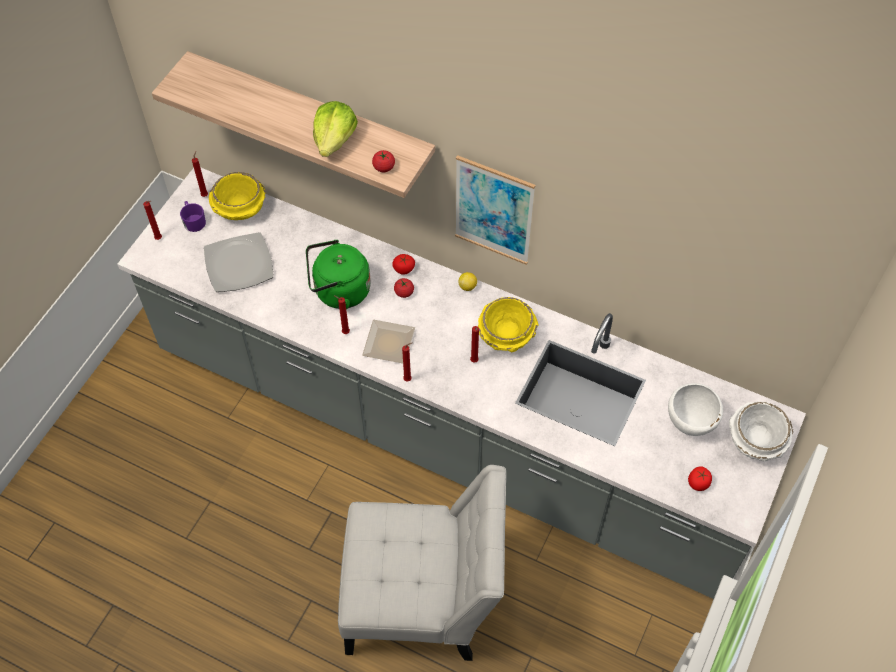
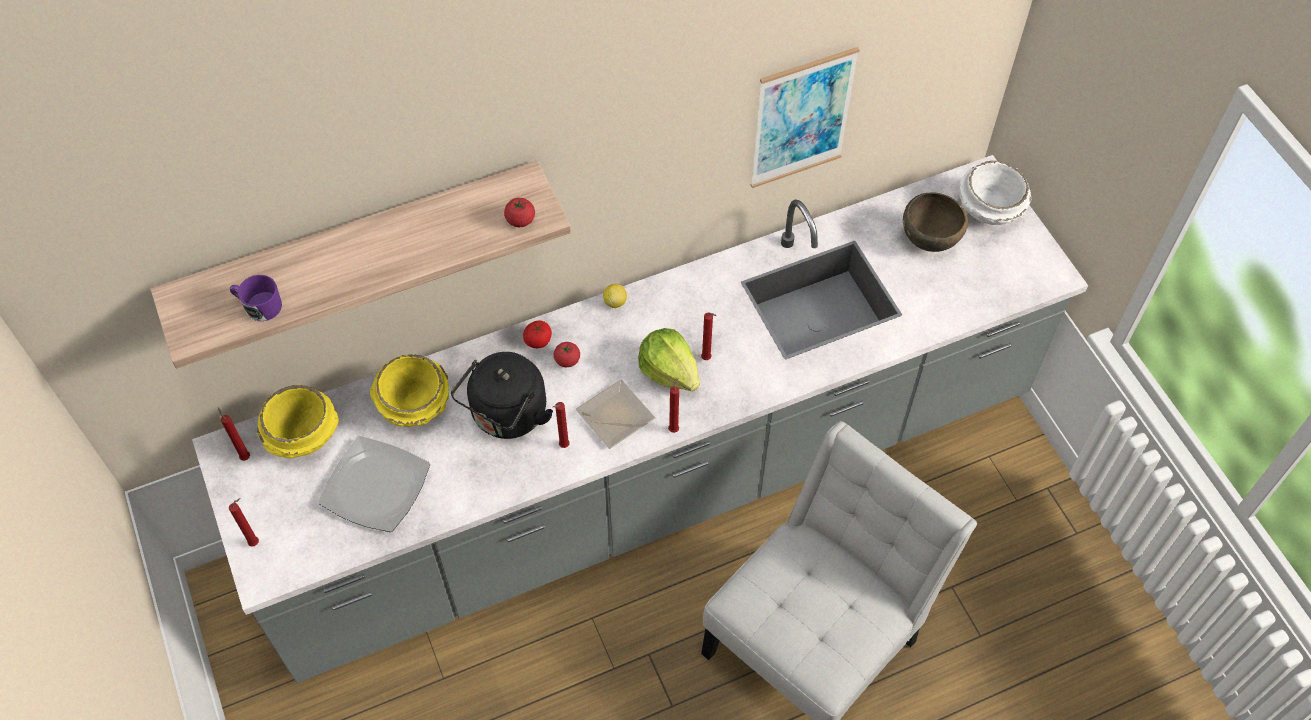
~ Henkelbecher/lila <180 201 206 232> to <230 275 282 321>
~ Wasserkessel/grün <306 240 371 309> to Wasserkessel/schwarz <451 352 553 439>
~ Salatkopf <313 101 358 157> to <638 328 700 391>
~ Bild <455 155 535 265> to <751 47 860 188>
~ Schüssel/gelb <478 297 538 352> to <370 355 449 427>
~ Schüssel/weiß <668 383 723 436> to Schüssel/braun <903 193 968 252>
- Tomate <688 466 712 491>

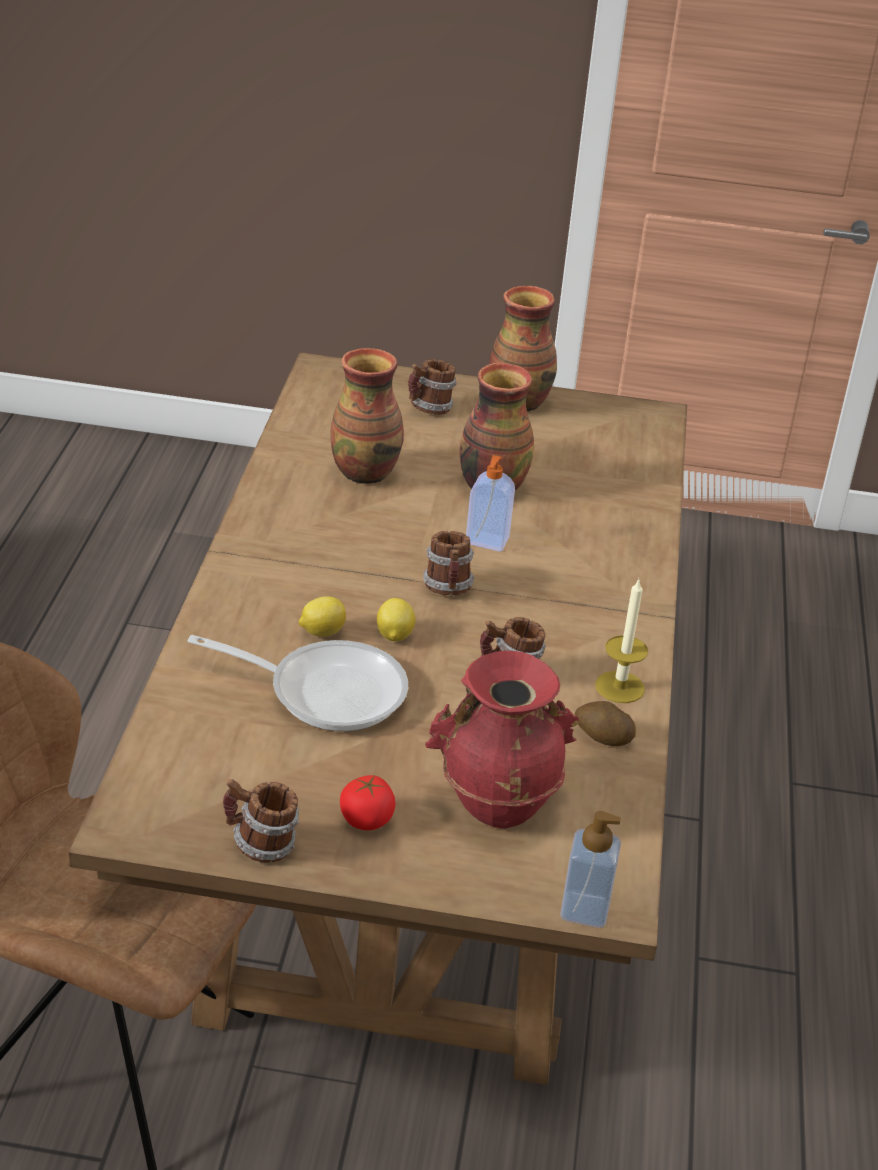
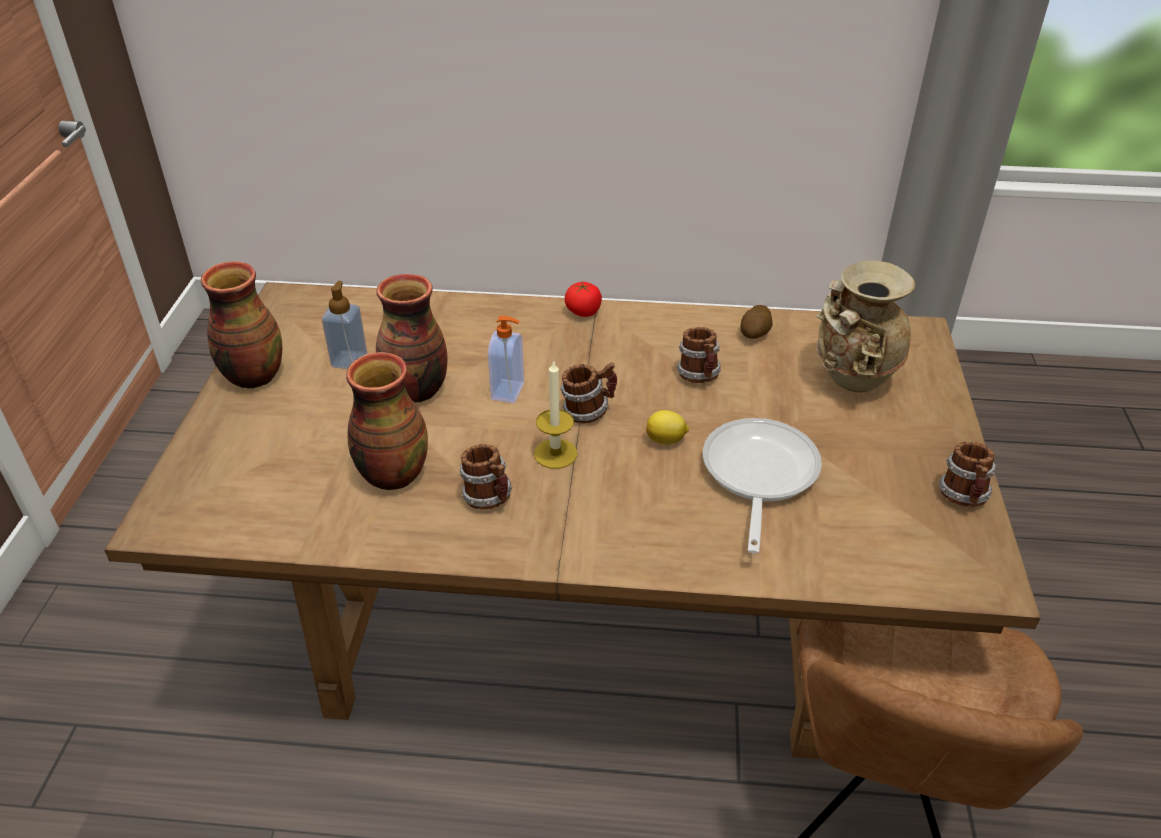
- Zitrone <299 596 346 636>
~ Tomate <340 775 396 830> to <565 282 602 317>
~ Henkelbecher <408 359 457 415> to <459 444 512 510>
~ Vase/rot <425 651 579 829> to Vase/beige <816 260 915 393>
~ Seifenspender <560 811 621 928> to <322 281 368 369>
~ Kerze <595 579 648 703> to <534 360 577 469>

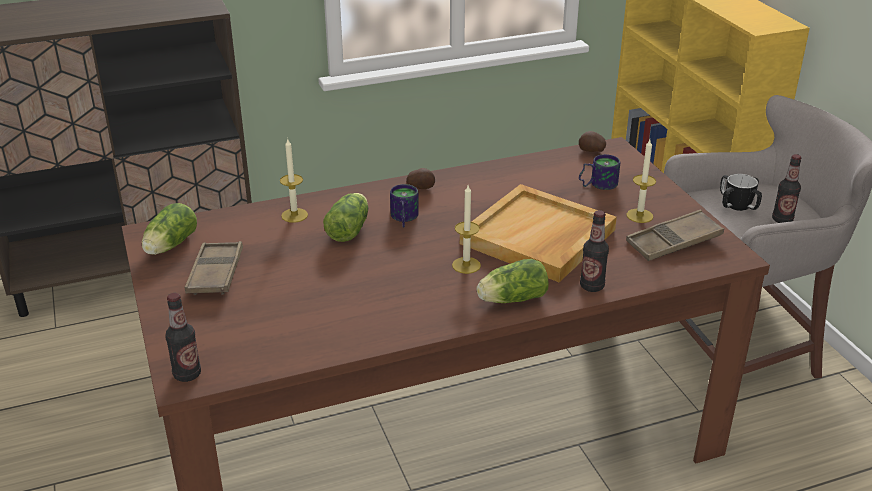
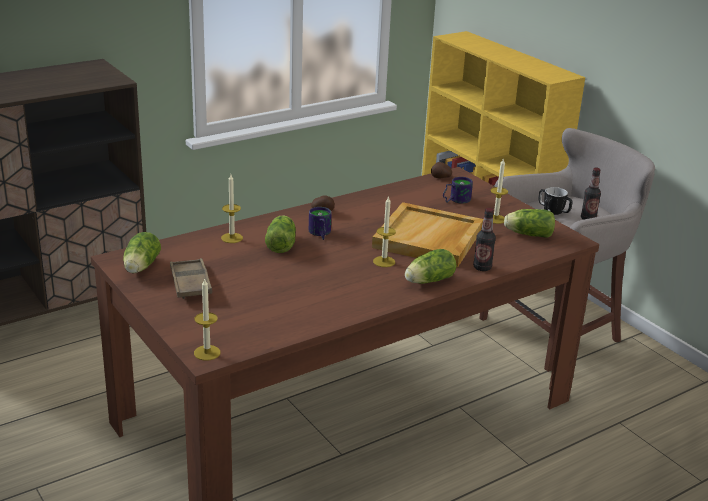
~ Flasche <165 293 201 382> to Kerze <194 279 220 361>
~ Tablett/braun <626 210 724 261> to Salatkopf <504 209 555 238>

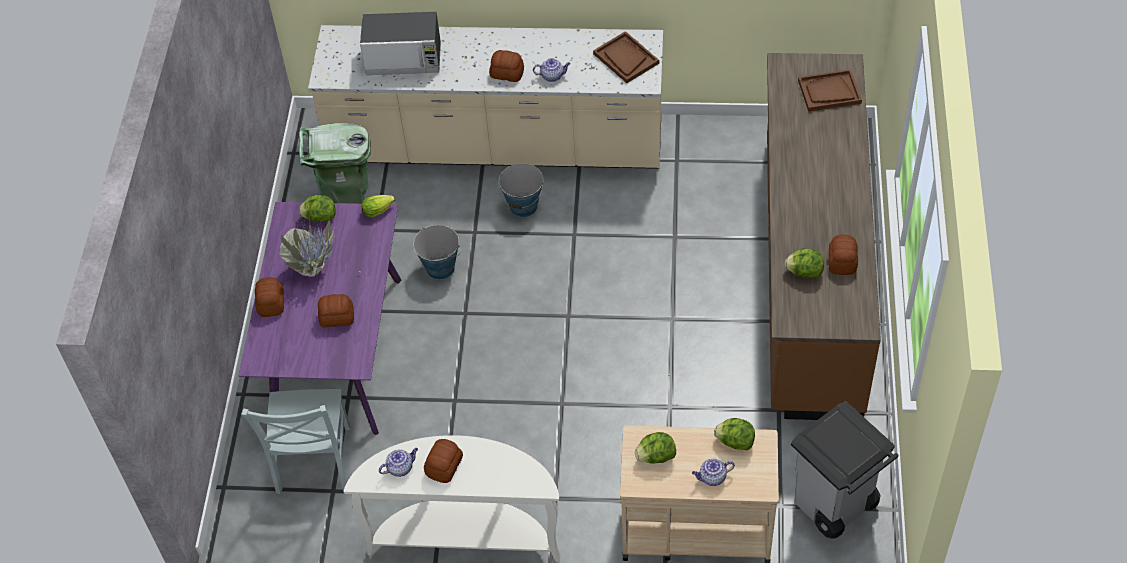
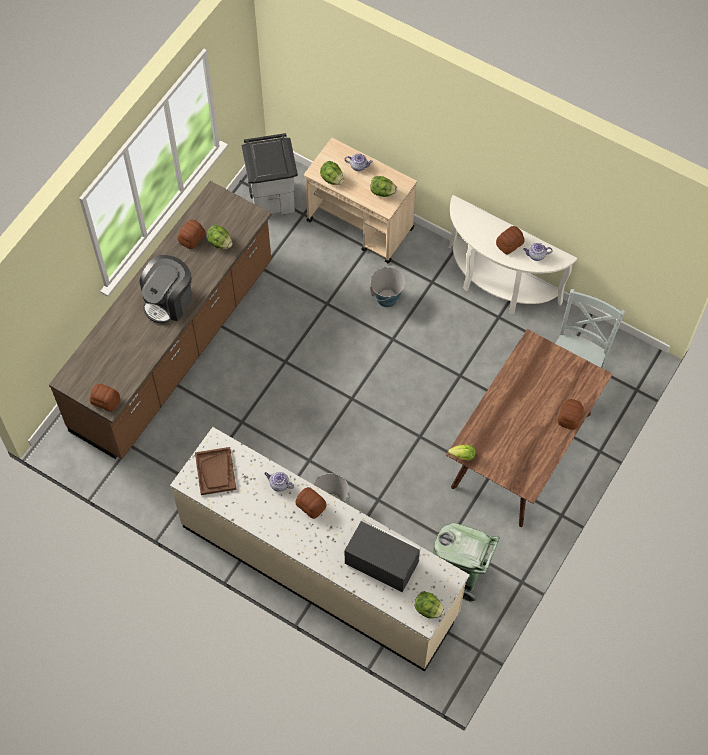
~ Esstisch/lila <238 202 401 435> to Esstisch/braun <446 329 613 527>
- Topfpflanze <279 218 360 283>
~ Salatkopf <299 195 335 222> to <414 591 445 618>
~ Brot <318 294 354 328> to <90 384 120 412>
~ Eimer <413 225 461 280> to <370 267 405 307>
- Tablett/braun <798 69 862 112>
+ Kaffeemaschine <140 255 192 323>

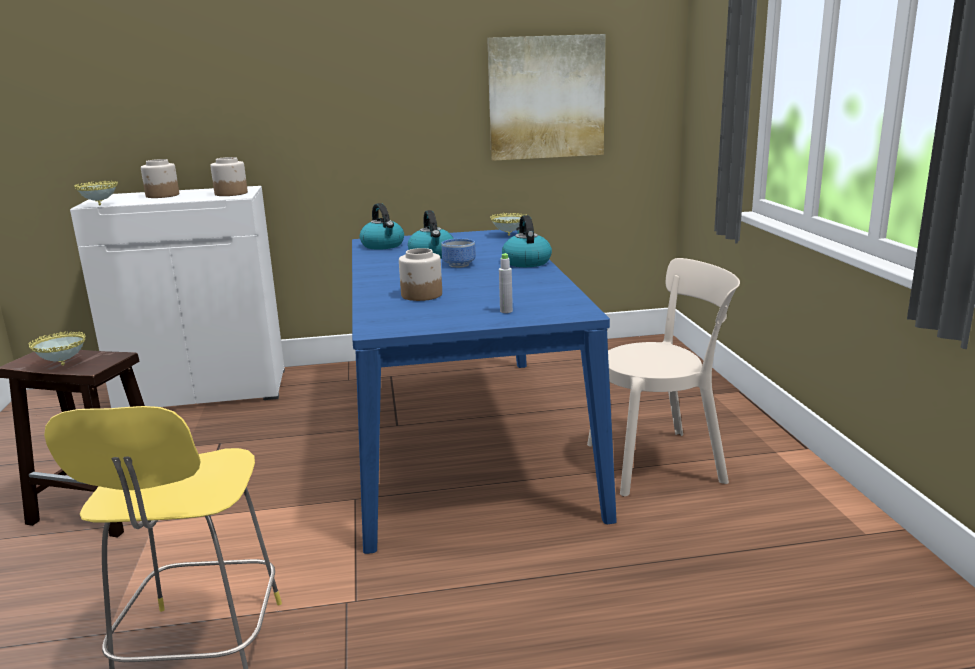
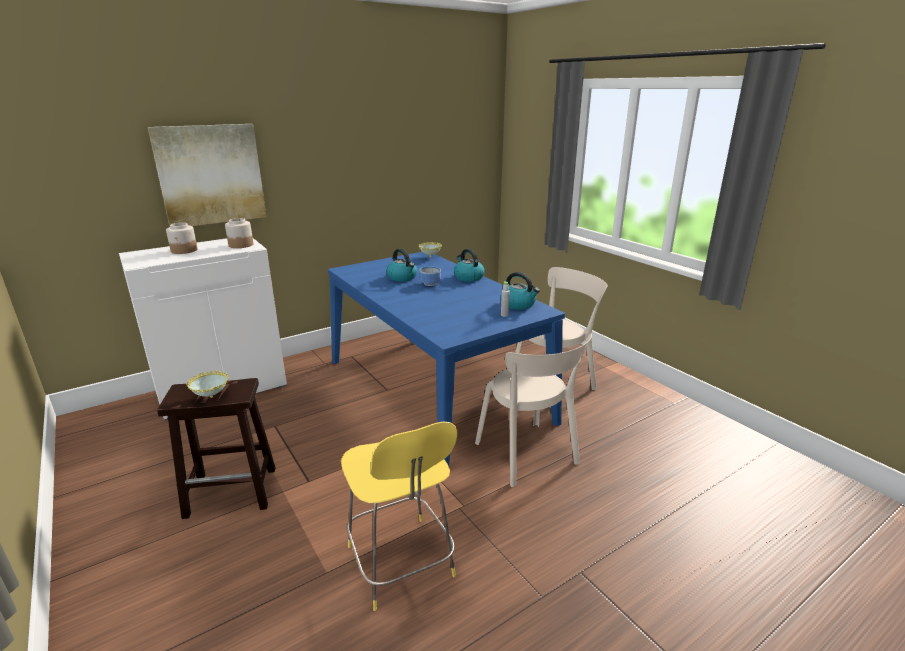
- Schüssel <74 181 118 205>
~ Wasserkessel <360 203 404 250> to <501 272 540 310>
- Vorratsglas <399 248 442 301>
~ Bild <487 34 606 161> to <148 124 267 226>
+ Stuhl/beige <475 334 592 487>

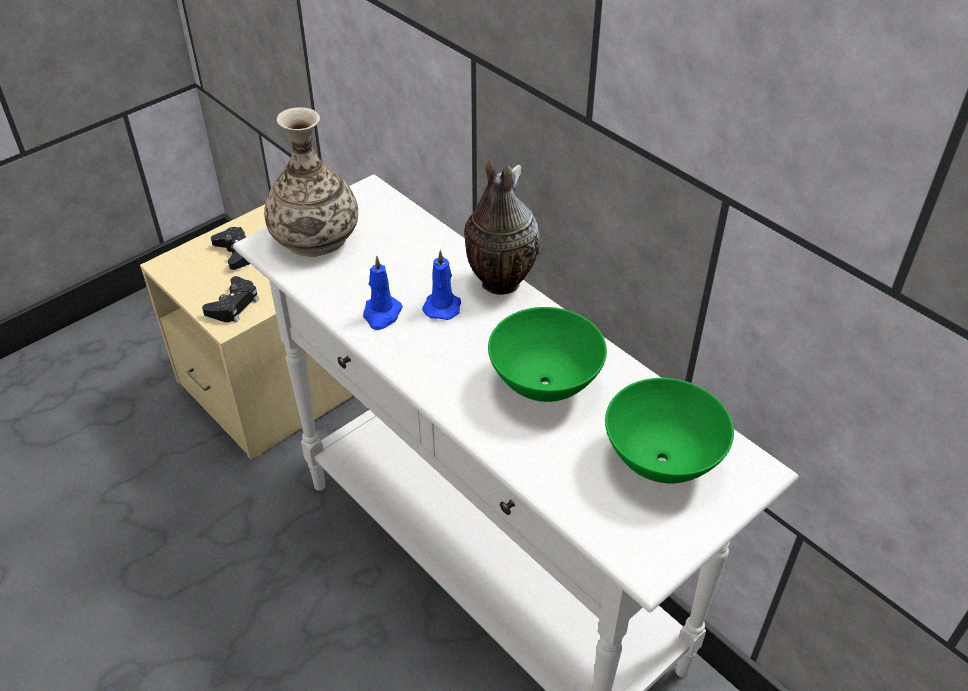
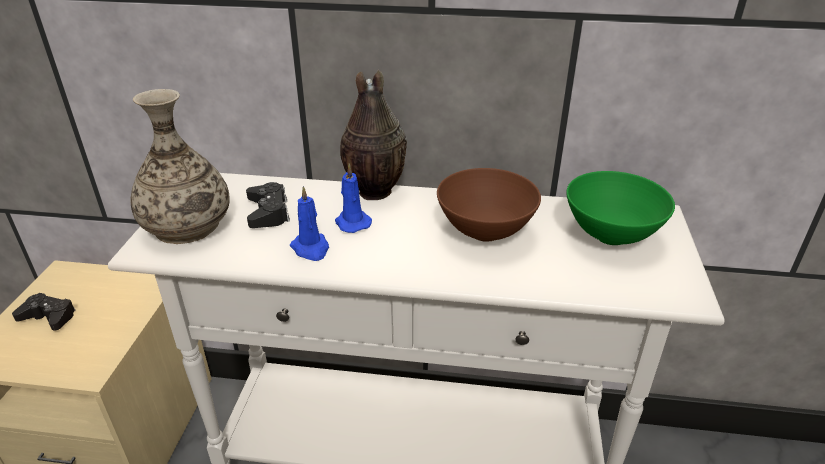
~ Gamepad/schwarz <202 276 259 323> to <246 182 290 228>
~ Schüssel/grün <488 307 607 402> to Schüssel/braun <437 168 541 242>

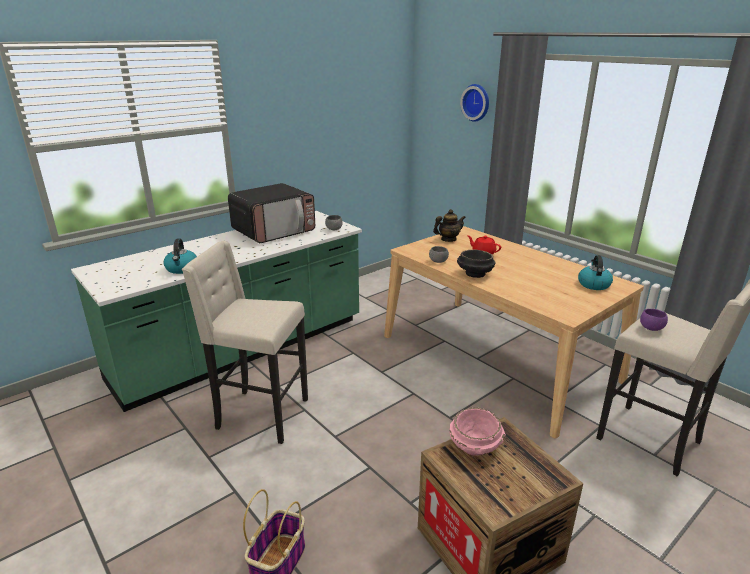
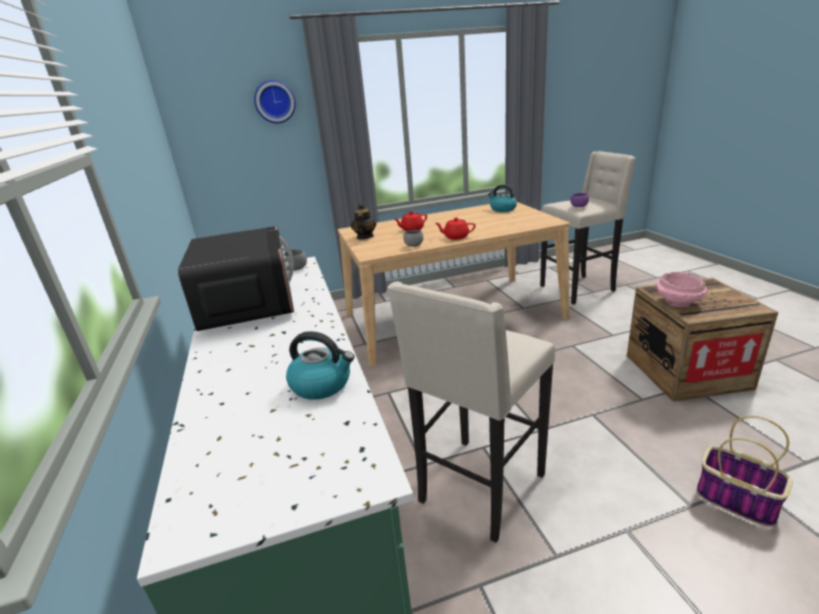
~ Schüssel/schwarz <457 249 496 278> to Teekanne/rot <435 217 476 240>

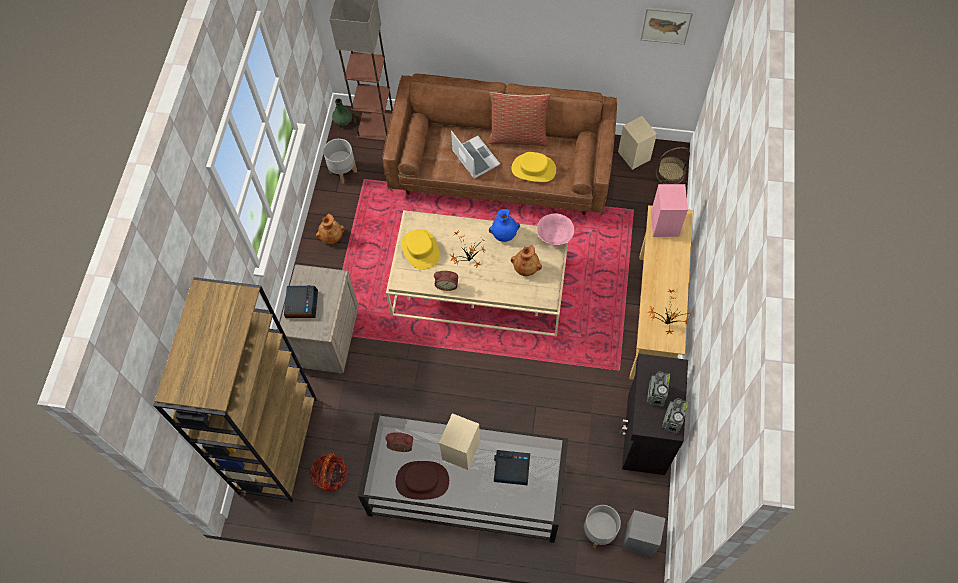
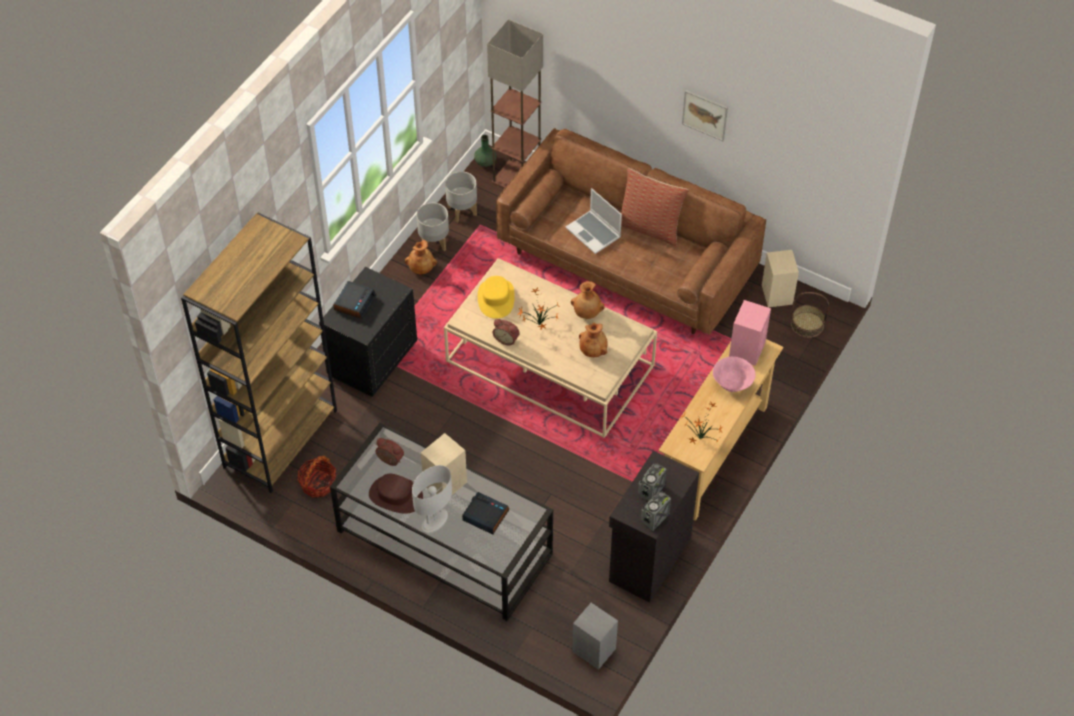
~ Nachttisch/beige <278 264 359 373> to Nachttisch/schwarz <319 267 417 397>
~ Laptop <451 131 500 179> = <566 188 622 254> 150 degrees clockwise
~ Vase/blau <489 209 520 242> to Vase/braun <571 281 605 319>
- Hut/gelb <511 152 556 182>
~ Schüssel/rosa <537 214 574 245> to <713 357 756 392>
~ Pflanzkübel/grau <583 505 621 549> to <416 203 449 251>
~ Bild <641 7 693 45> to <682 90 728 141>
+ Tischlampe/weiß <412 465 452 534>

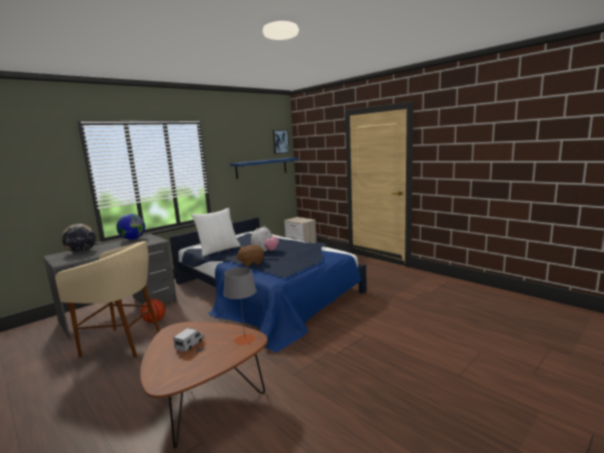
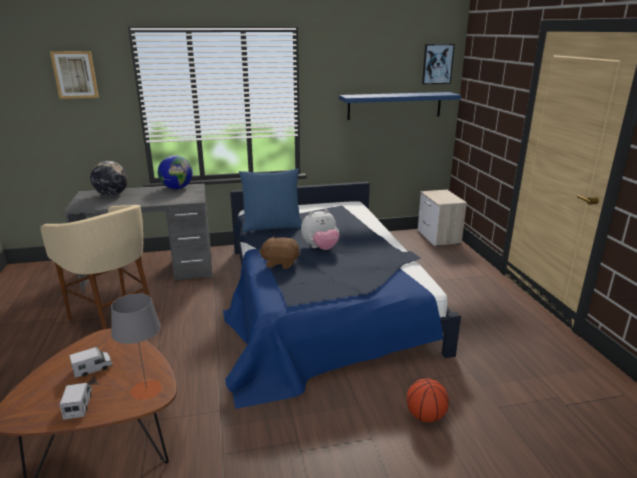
~ Basketball <141 299 165 323> to <407 378 449 422>
~ Kissen/weiß <191 208 240 256> to Kissen/blau <239 169 302 232>
+ Bild <50 51 99 99>
+ Spielzeuglaster <59 383 92 420>

